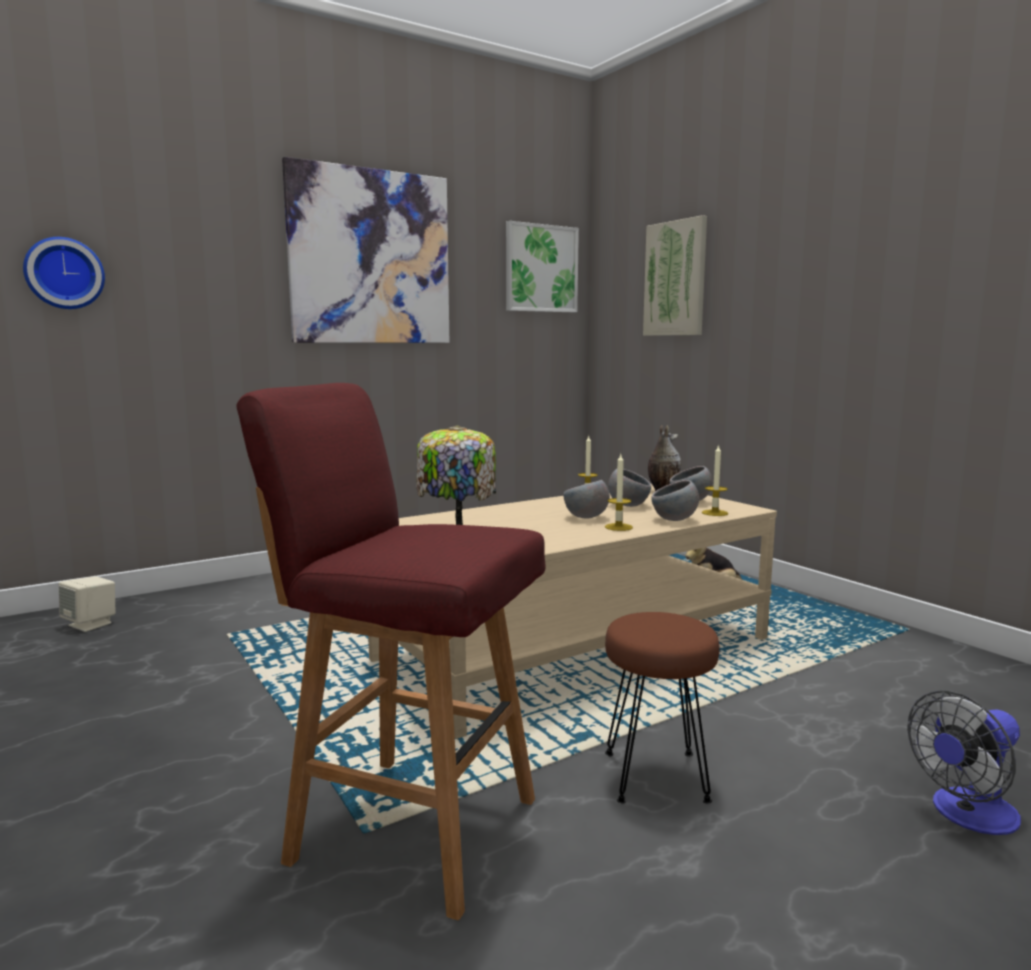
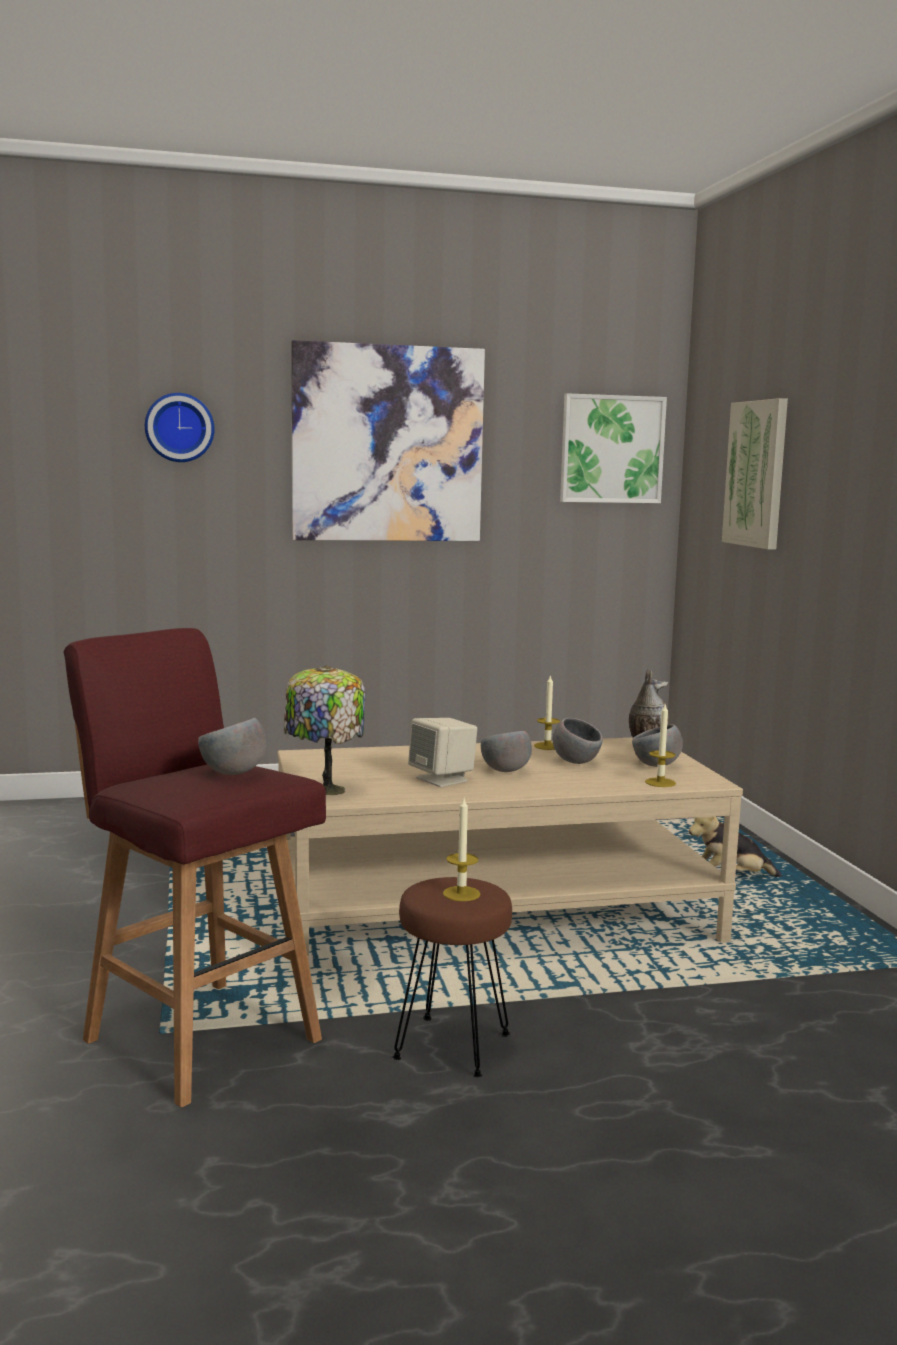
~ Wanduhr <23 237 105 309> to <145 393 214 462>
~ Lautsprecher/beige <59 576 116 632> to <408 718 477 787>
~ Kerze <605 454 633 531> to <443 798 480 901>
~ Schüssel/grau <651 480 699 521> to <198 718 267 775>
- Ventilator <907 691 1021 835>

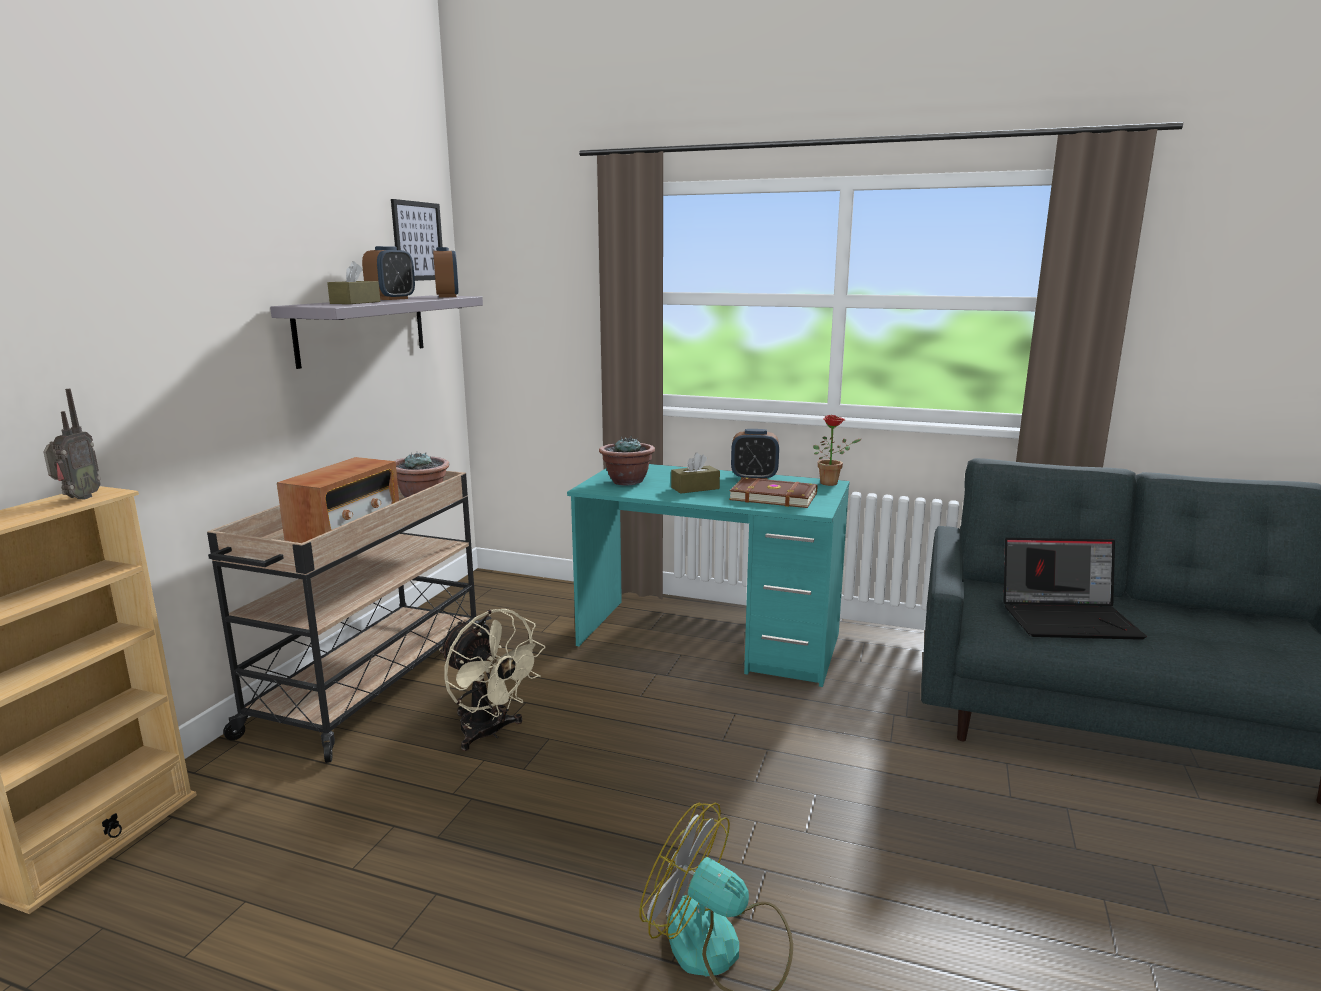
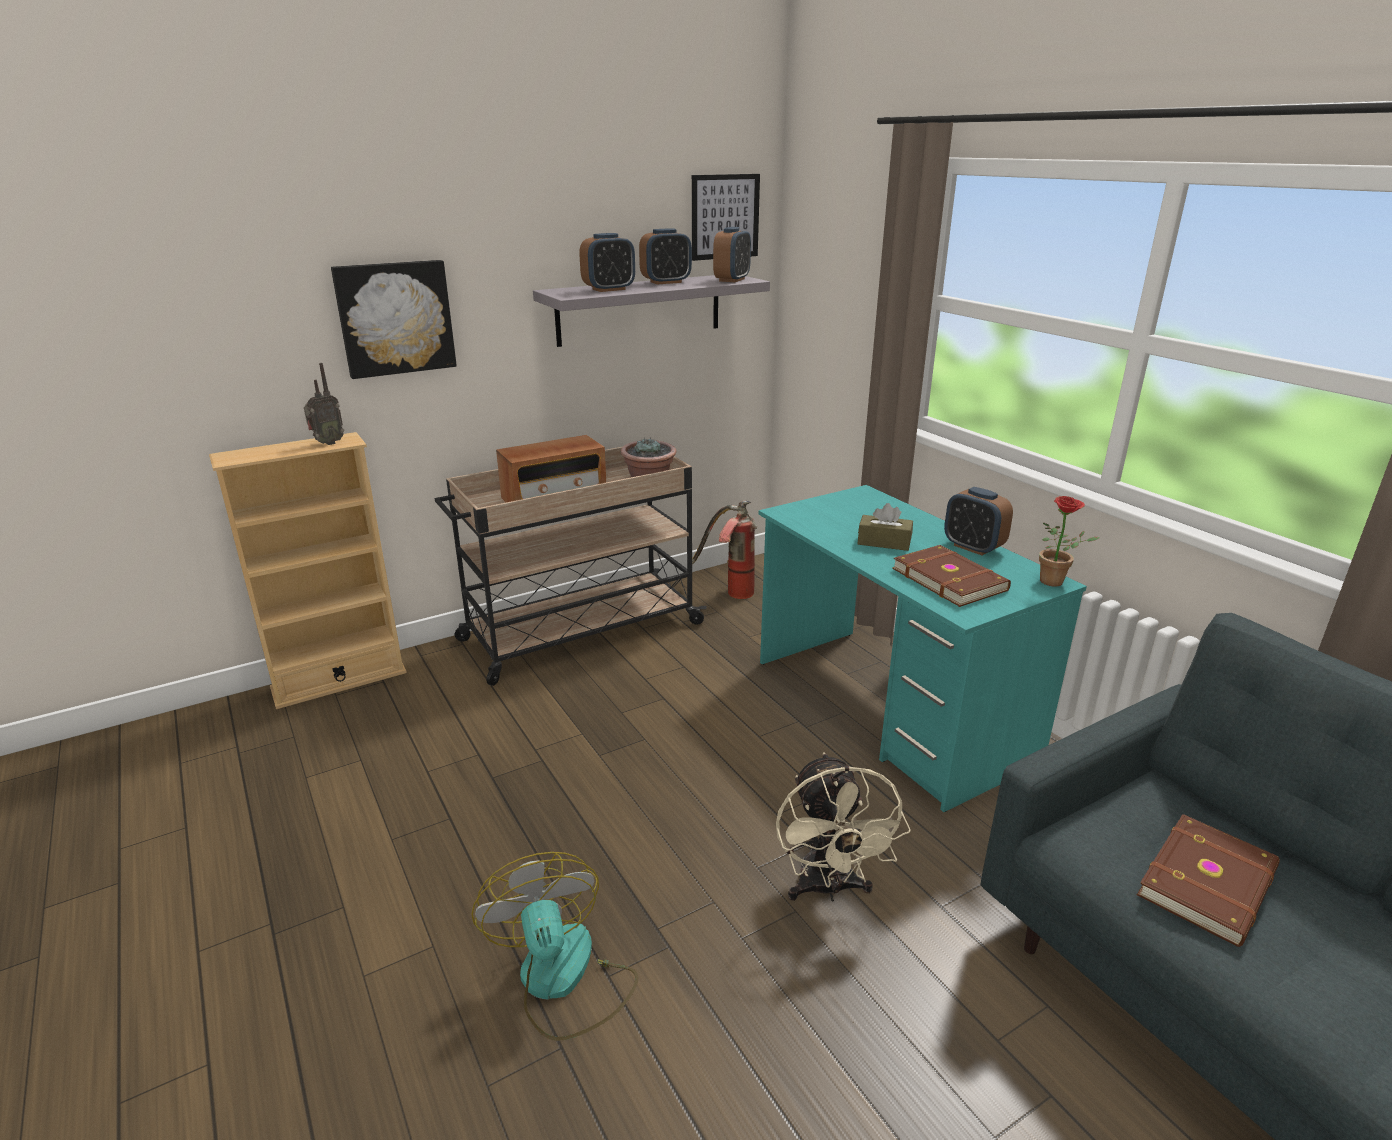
~ Taschentuchbox/braun <327 261 380 304> to Wecker <579 233 635 292>
~ Ventilator/beige <439 609 546 751> to <776 752 911 901>
- Topfpflanze <599 436 655 486>
~ Laptop <1004 538 1147 640> to Buch/braun <1137 814 1280 947>
+ Bild <331 260 457 379>
+ Feuerlöscher <692 501 757 599>

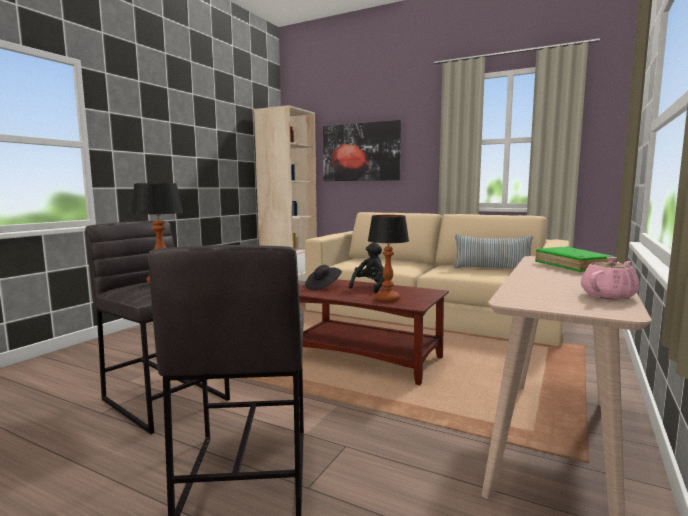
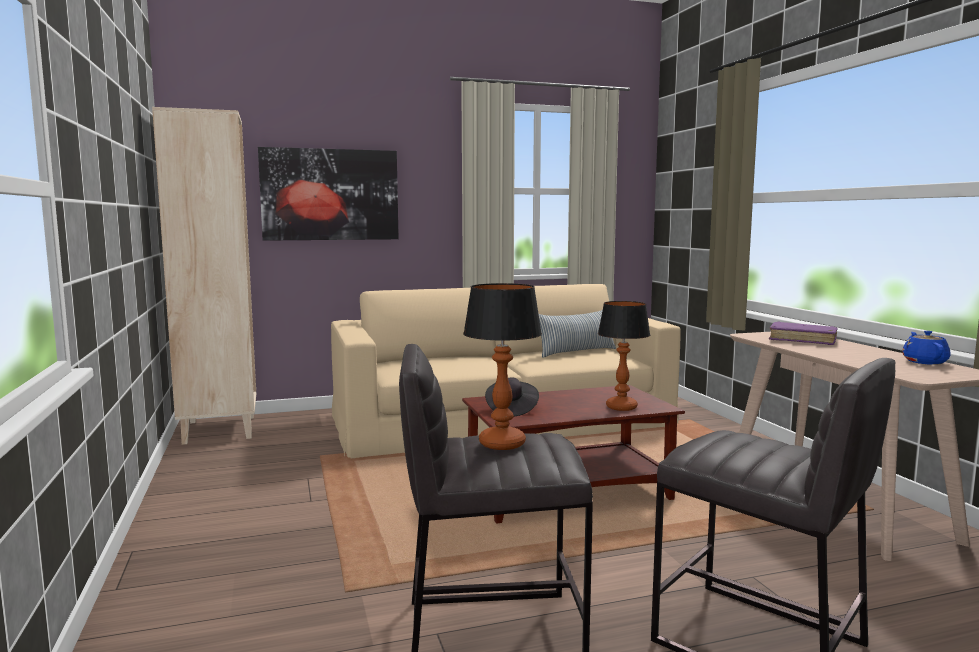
- Plüschtier/schwarz <349 242 385 293>
~ Buch/grün <535 247 617 272> to Buch/lila <769 321 838 345>
~ Teekanne/rosa <581 257 640 300> to Teekanne/blau <902 331 951 365>

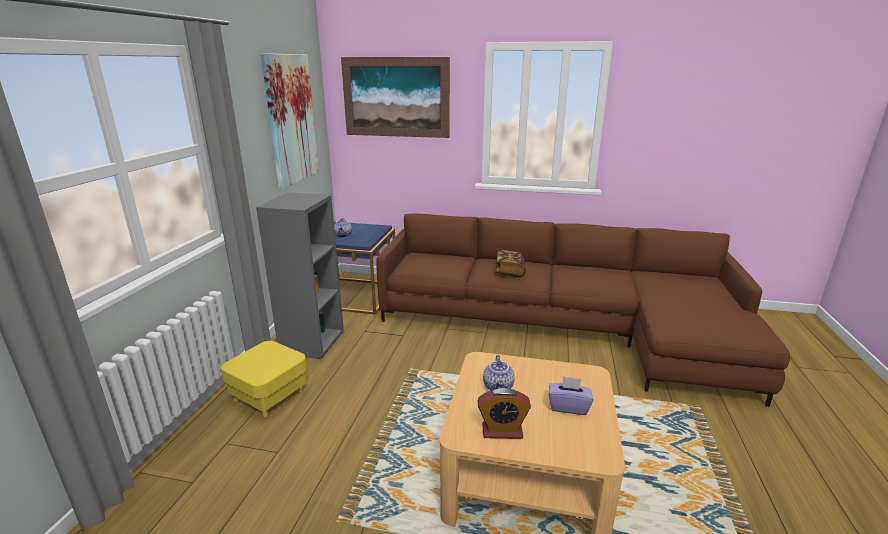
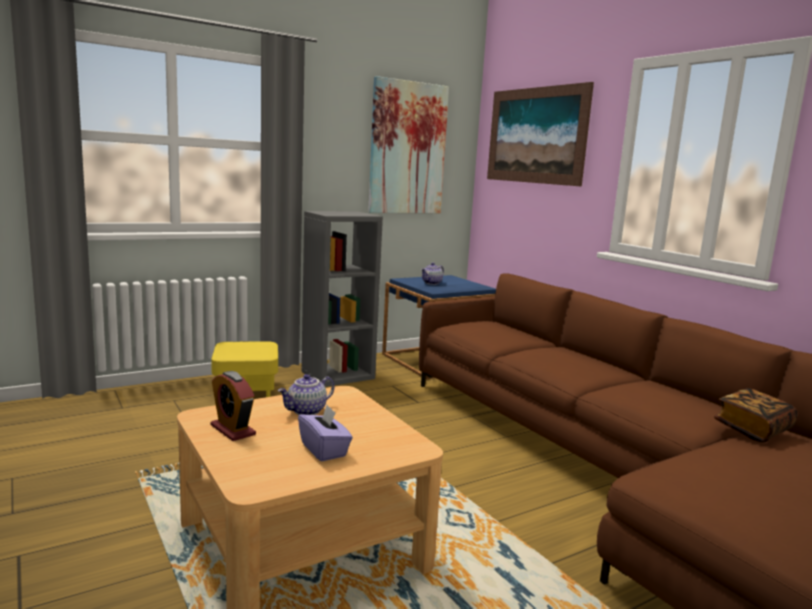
~ Buch <495 250 526 277> to <714 388 797 443>

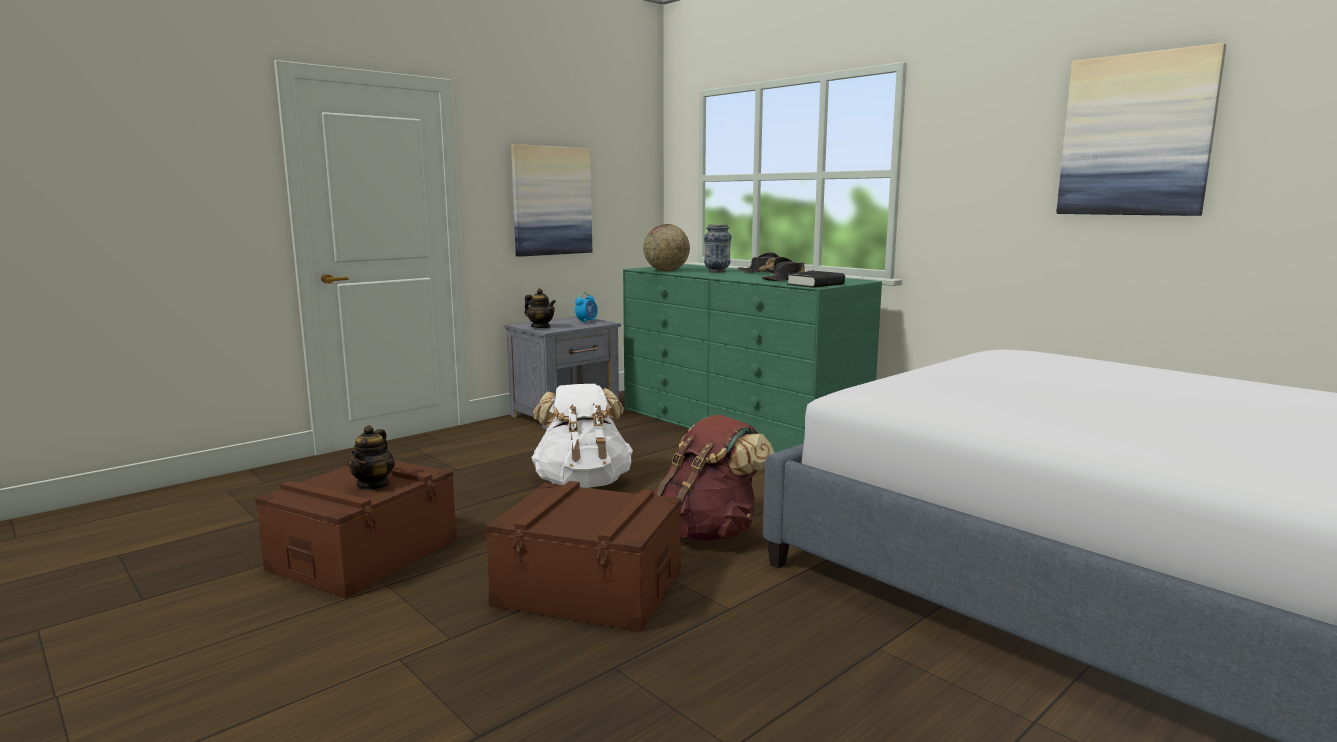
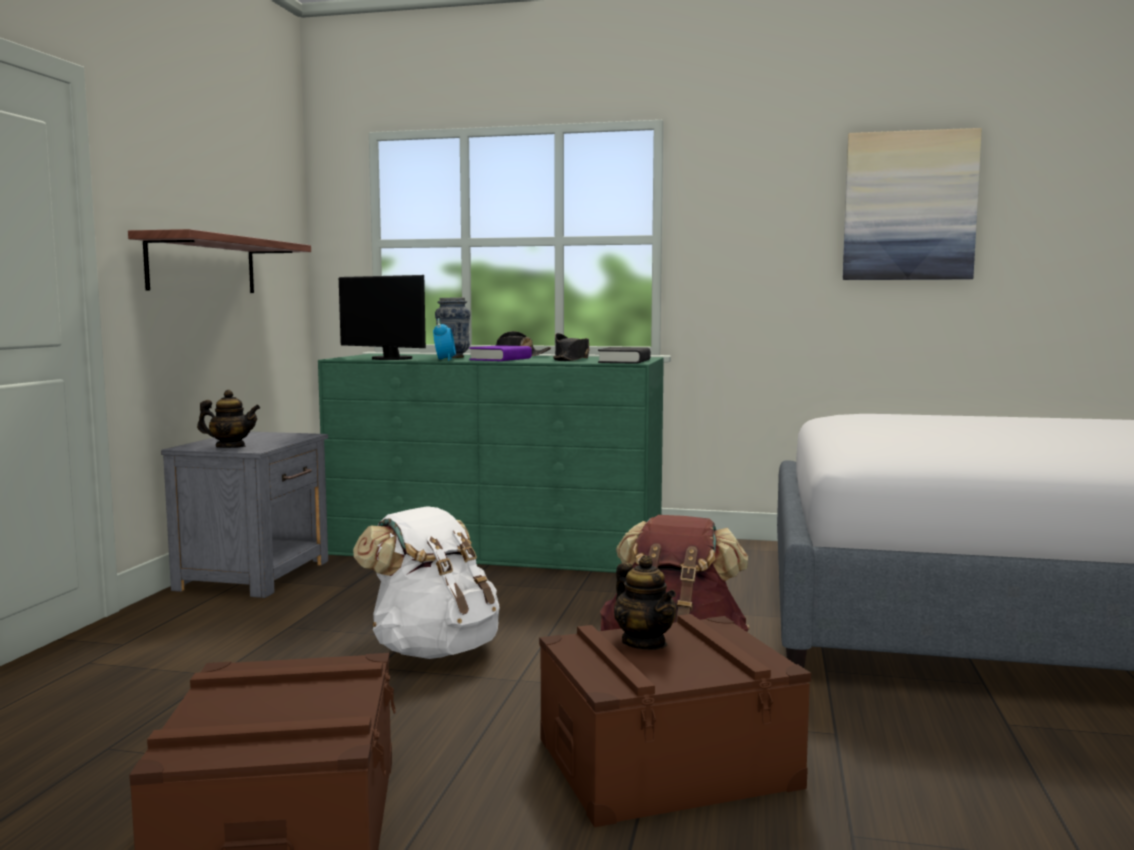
~ Teekanne <348 425 395 490> to <614 555 676 650>
~ Bild <511 144 592 257> to Wandregal <128 229 311 293>
~ Wecker <575 292 598 323> to <433 318 456 361>
~ Globus <643 224 690 271> to Monitor <339 275 426 360>
+ Buch/lila <469 345 532 361>

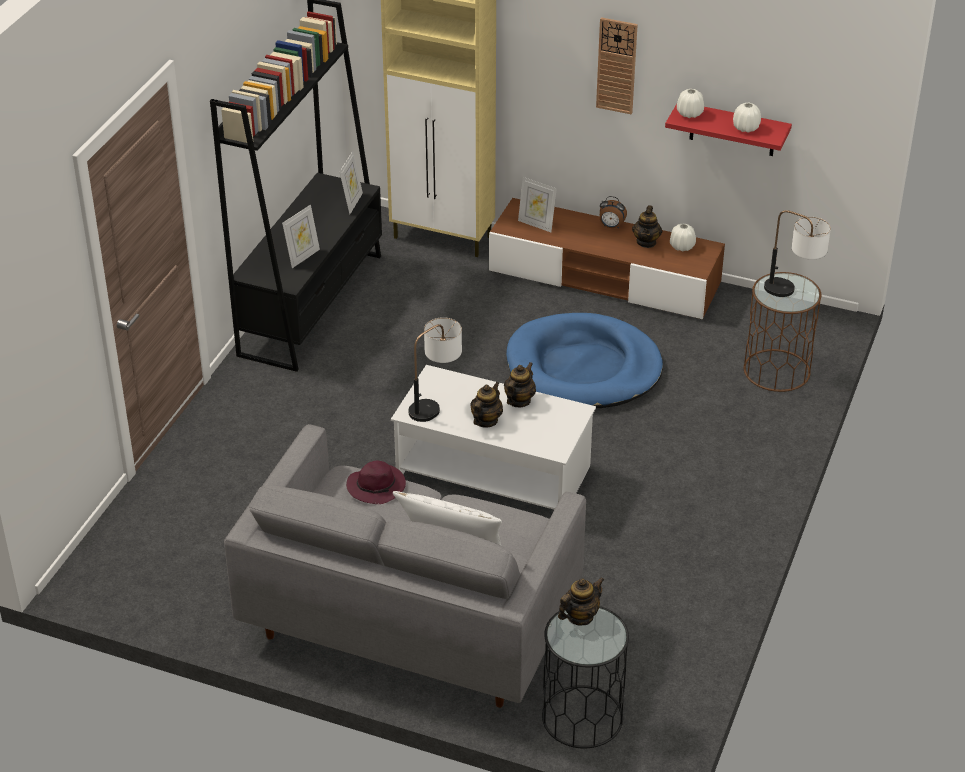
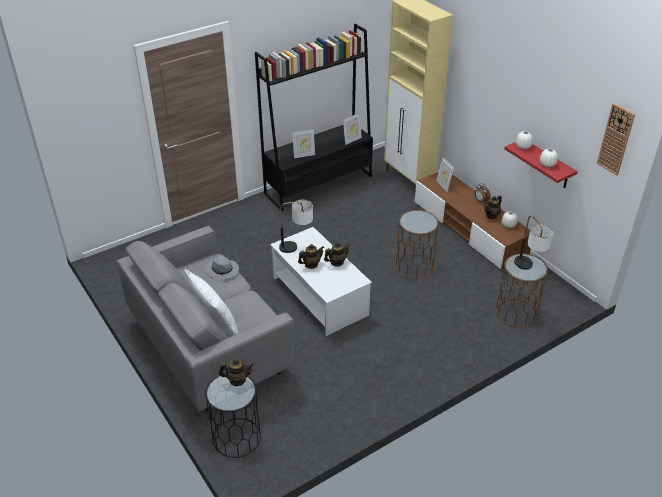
~ Hut/lila <346 461 406 504> to Hut/grau <206 256 239 280>
~ Hundebett/blau <506 313 663 408> to Beistelltisch/braun <396 210 439 279>
~ Wanduhr <596 17 638 114> to <597 103 635 175>

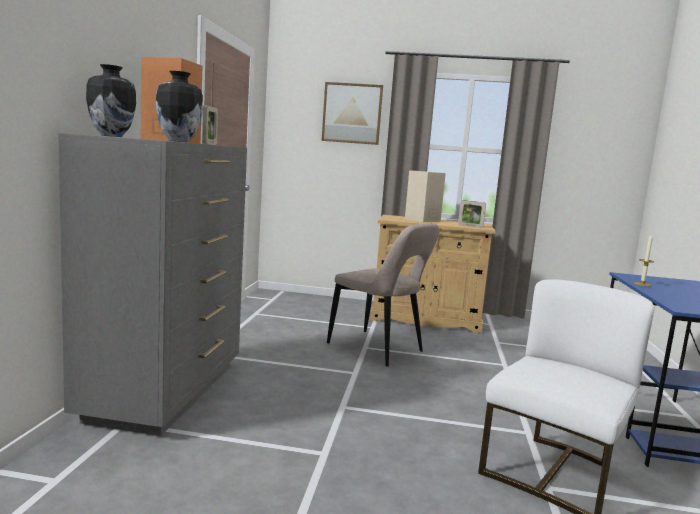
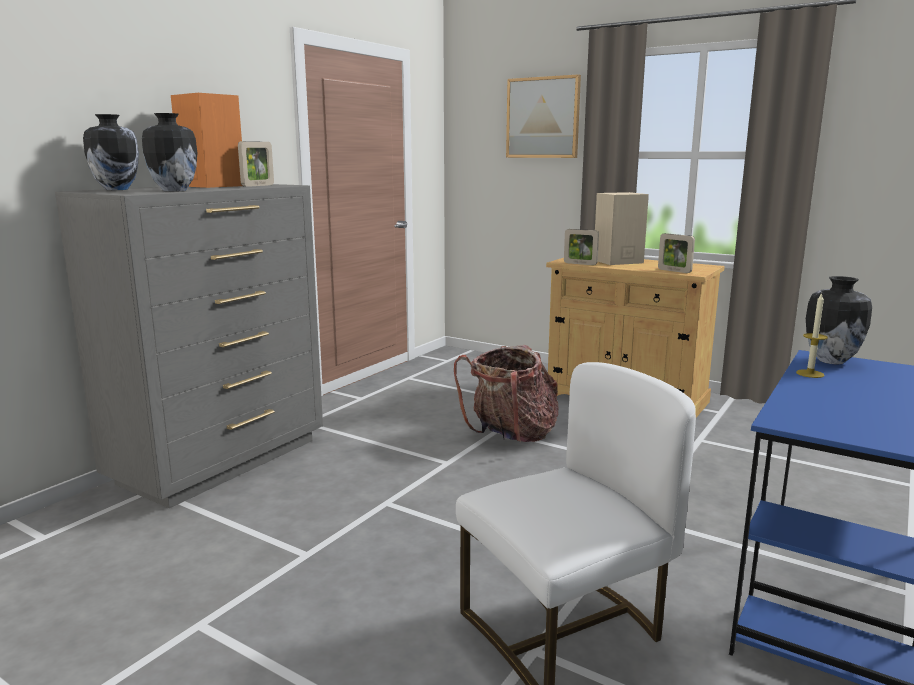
~ Stuhl/beige <327 223 440 366> to Rucksack <454 345 558 442>
+ Bilderrahmen <564 229 599 265>
+ Vase <806 276 872 364>

